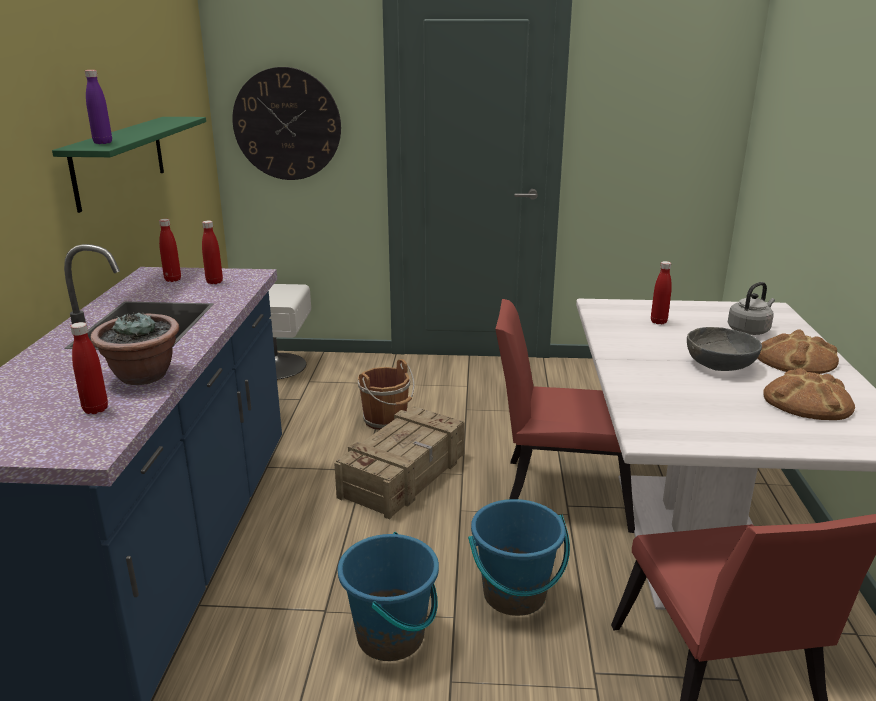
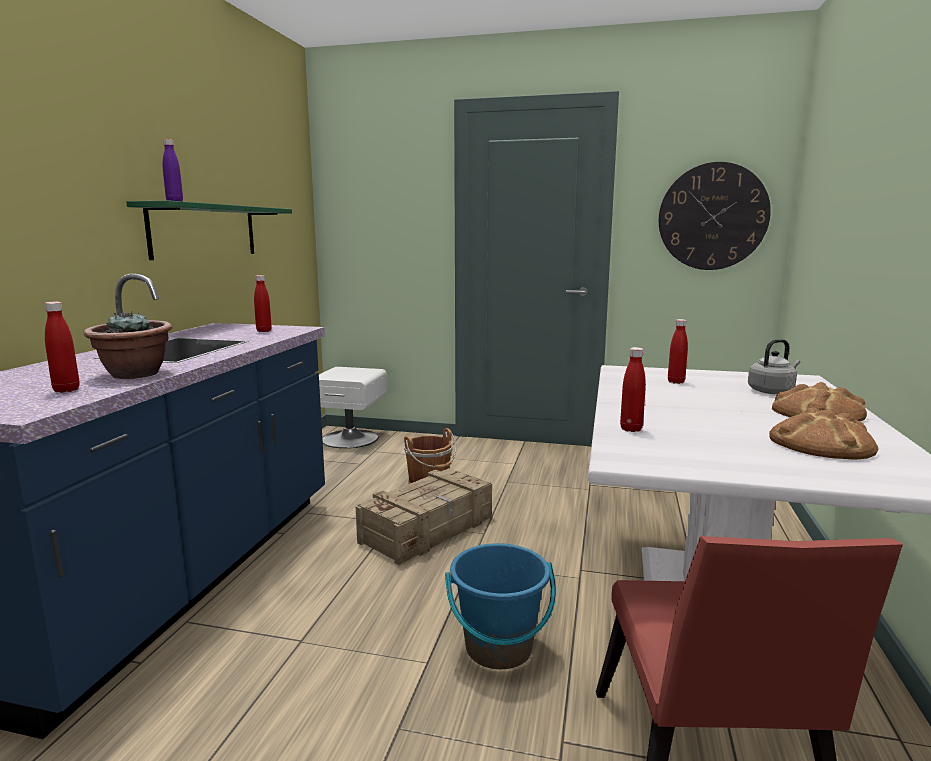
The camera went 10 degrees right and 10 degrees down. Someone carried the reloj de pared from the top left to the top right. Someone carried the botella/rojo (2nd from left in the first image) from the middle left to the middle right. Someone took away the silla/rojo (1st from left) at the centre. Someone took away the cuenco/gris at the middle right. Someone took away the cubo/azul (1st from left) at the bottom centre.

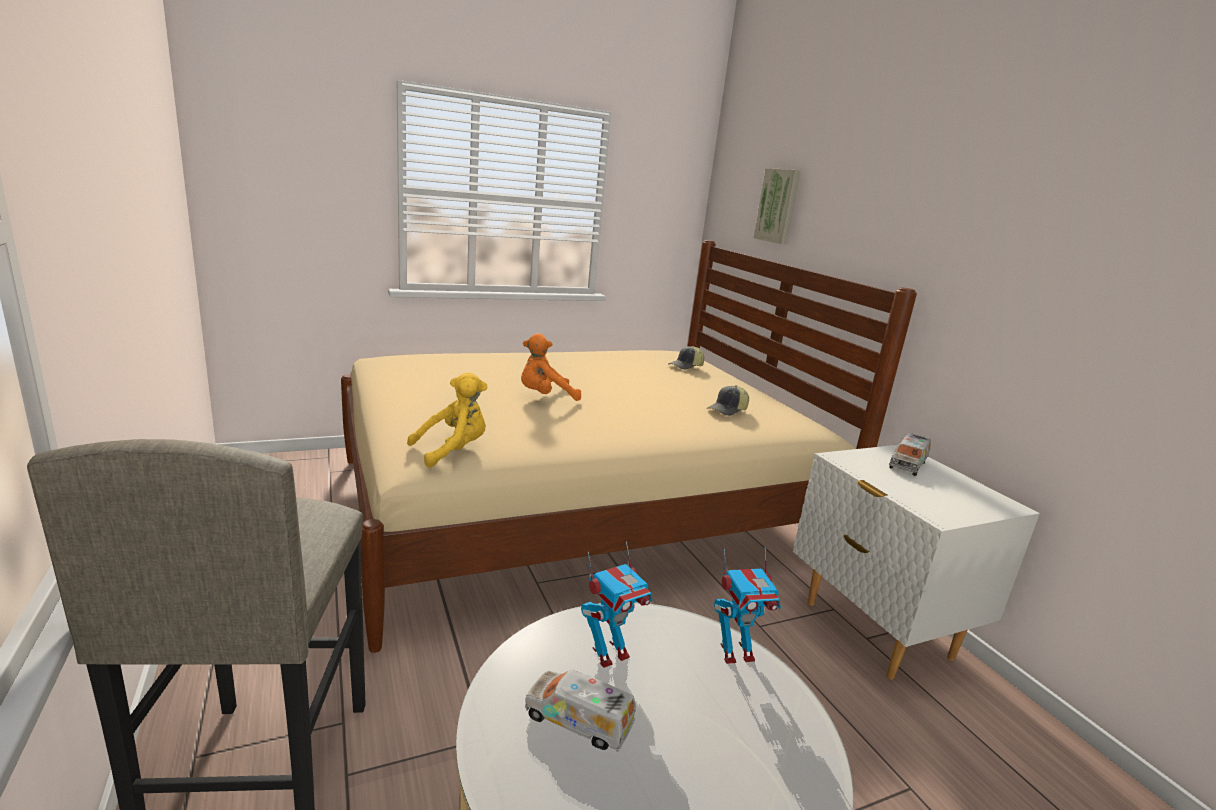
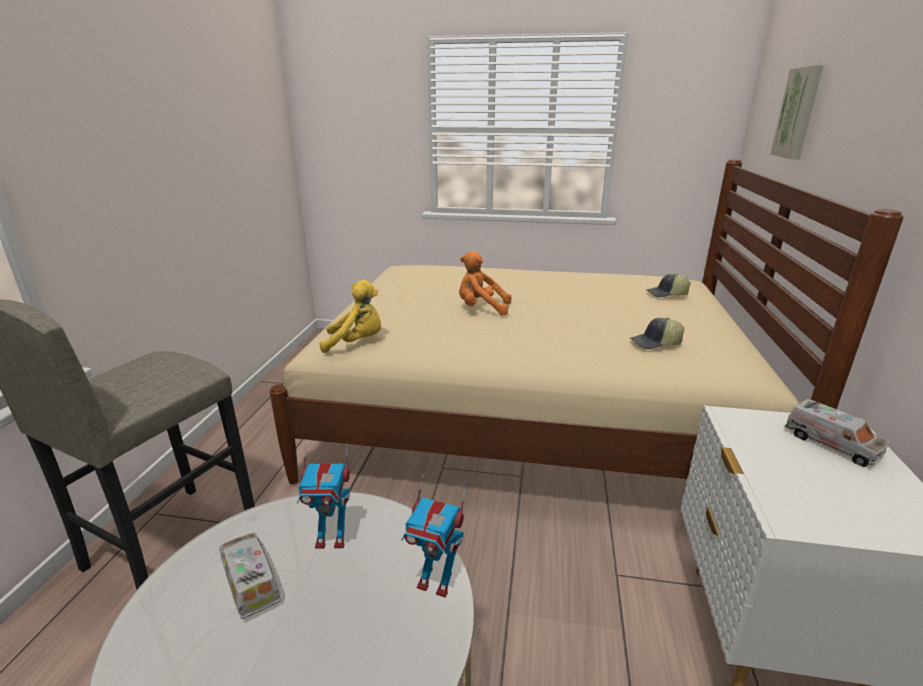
The camera went 35 degrees right and 5 degrees up. Someone rotated the camión de juguete (2nd from left) at the middle right by 105 degrees counterclockwise.

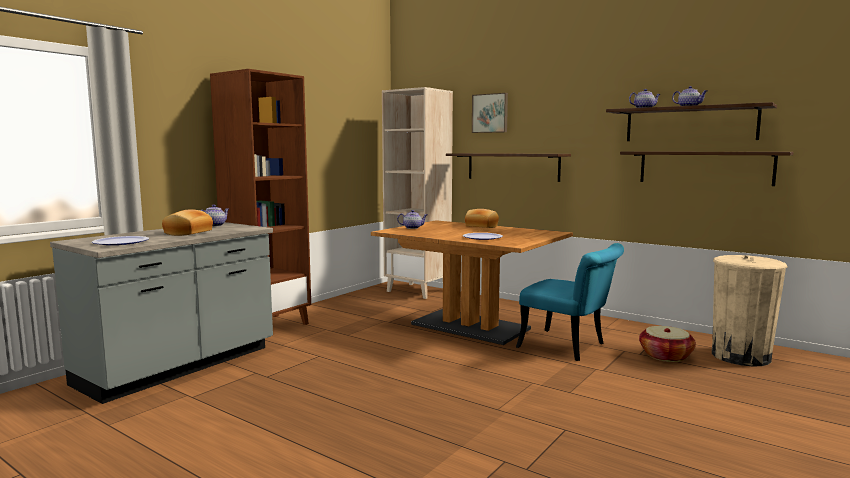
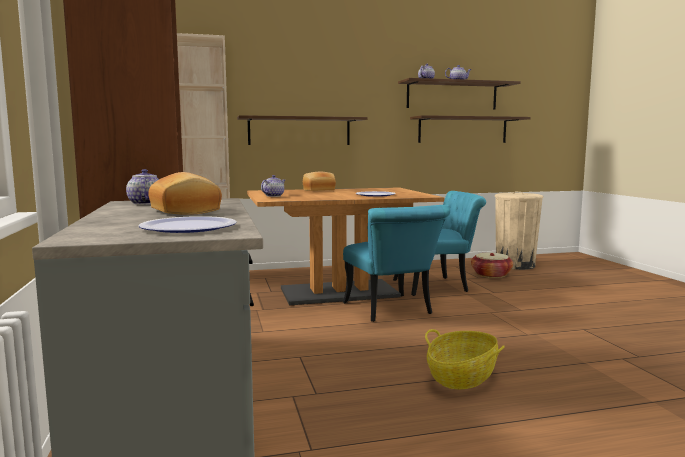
The camera went 50 degrees left and 0 degrees up. Someone took away the cuadro at the top centre. Someone put down the silla/turquesa (1st from left) at the centre. Someone put down the cesta (1st from left) at the bottom right.

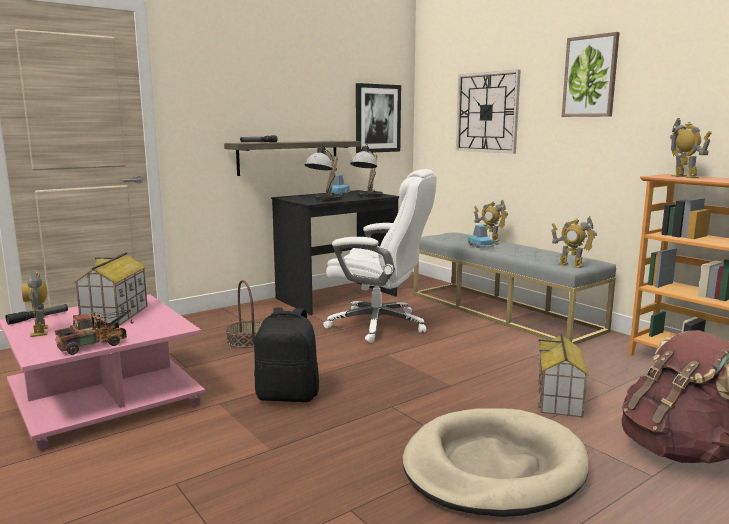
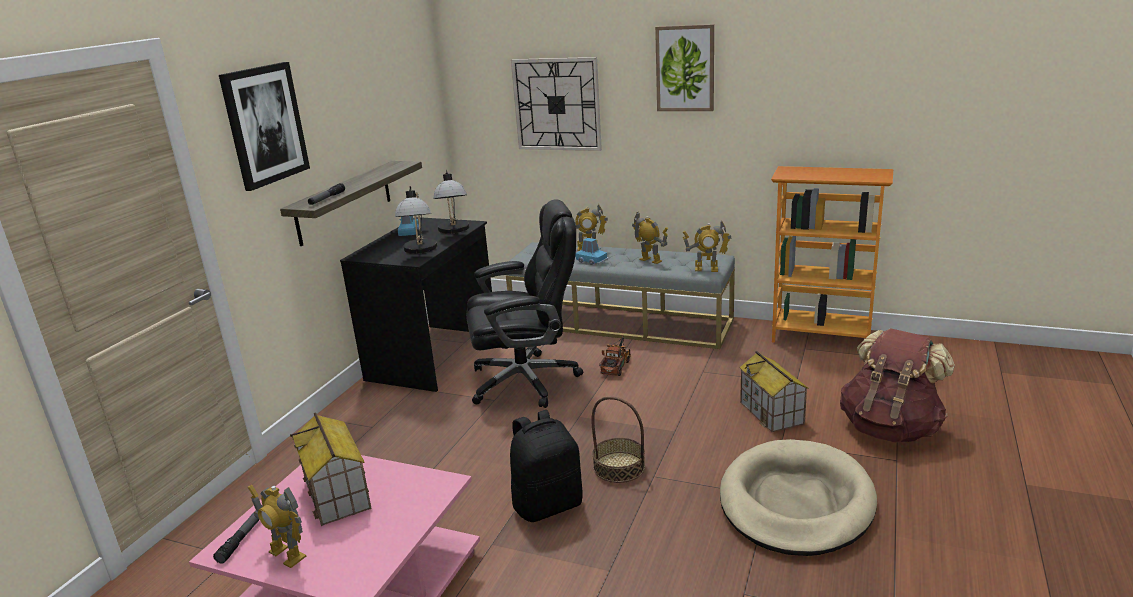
The camera went 30 degrees left and 10 degrees up. Someone carried the cuadro (1st from left) from the top centre to the top left. Someone carried the robot de juguete (4th from left in the first image) from the top right to the centre. Someone repainted the silla de oficina/blanco at the centre, which became the silla de oficina/negro at the centre. Someone carried the cesta from the centre to the bottom centre. Someone carried the camión de juguete from the middle left to the centre.

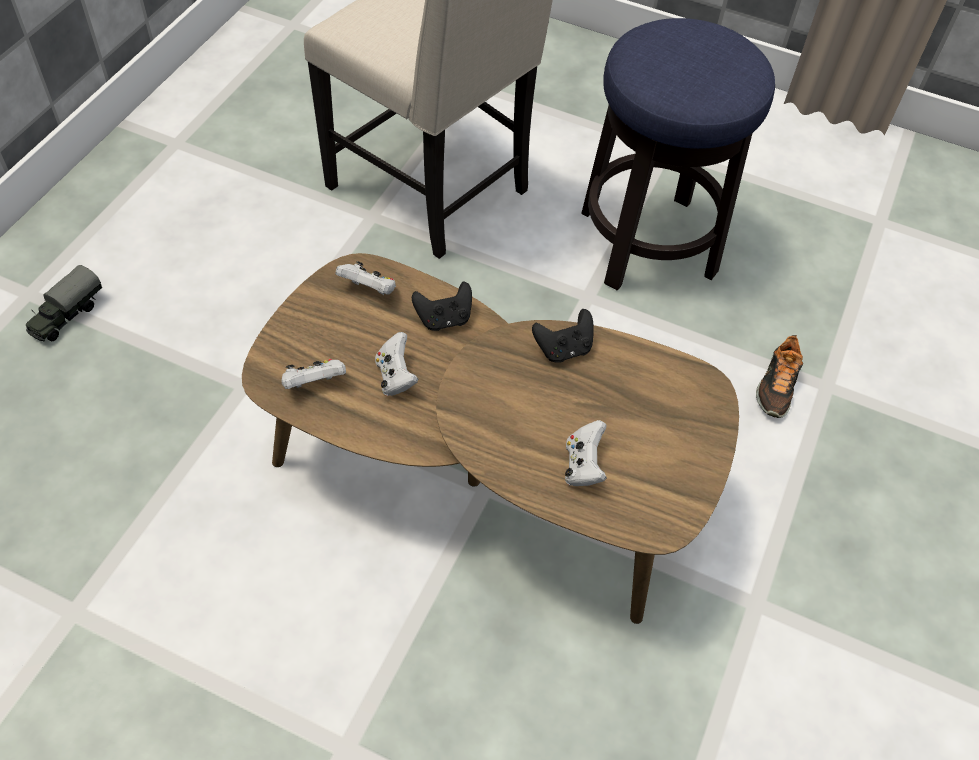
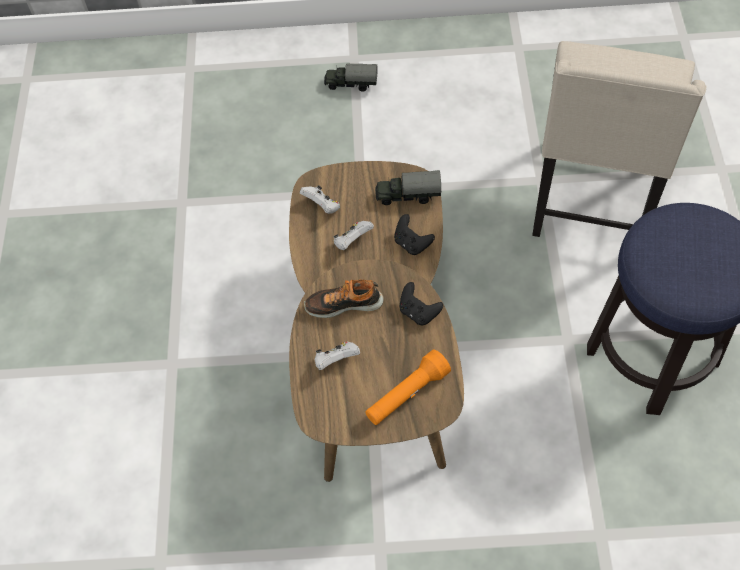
The camera went 70 degrees right and 5 degrees up. Someone swapped the mando de consola/blanco (2nd from left) at the centre for the camión de juguete (2nd from left) at the top centre. Someone carried the zapato from the middle right to the centre. Someone put down the linterna/naranja at the bottom centre.

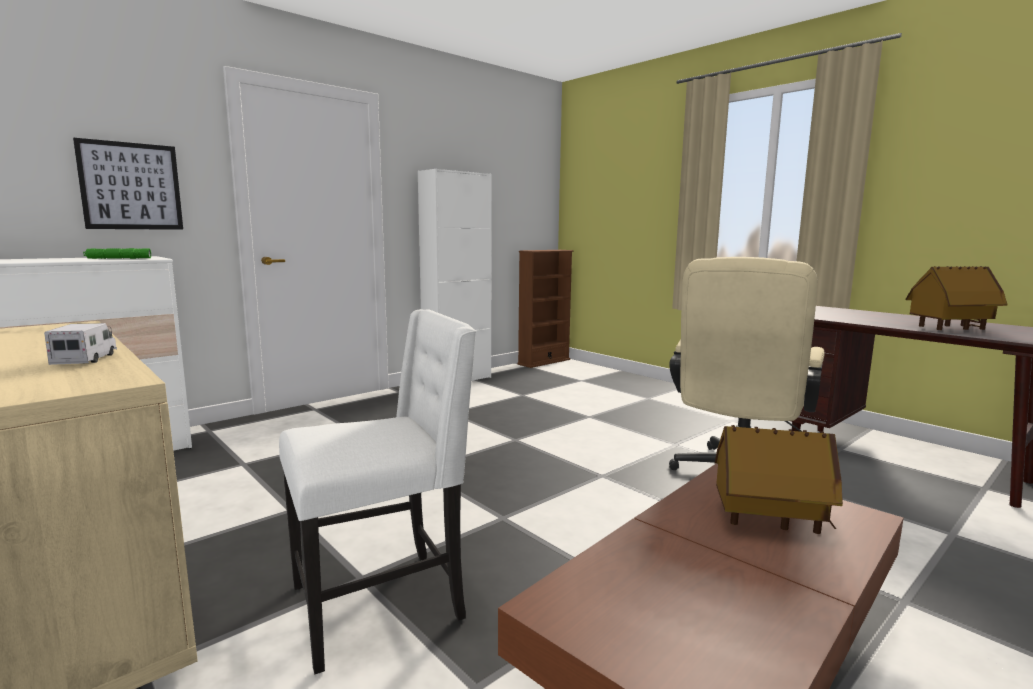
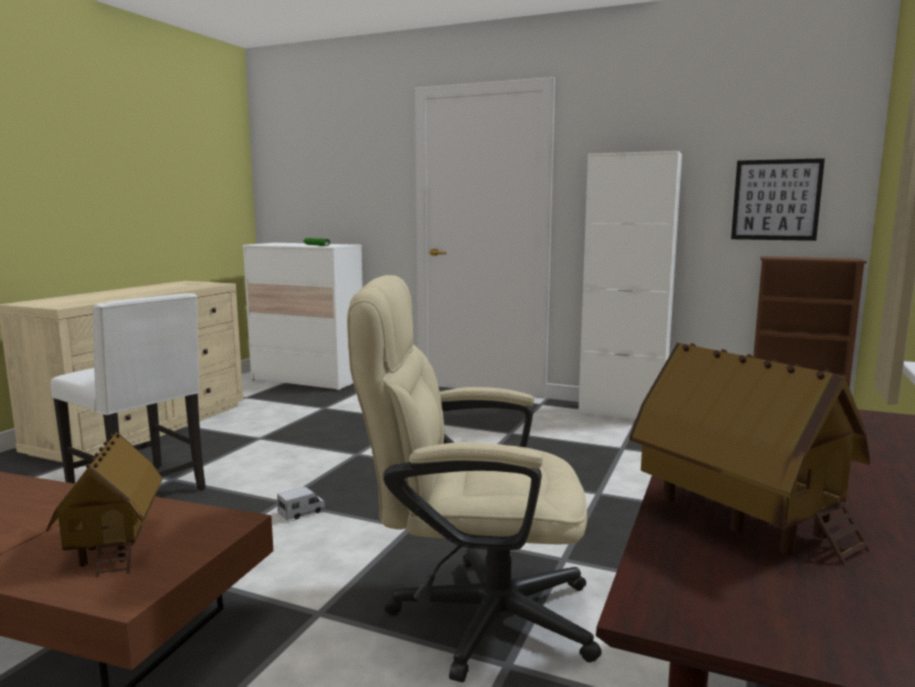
The camera went 65 degrees right and 0 degrees up. Someone carried the cuadro from the top left to the top right. Someone carried the camión de juguete from the middle left to the bottom left.

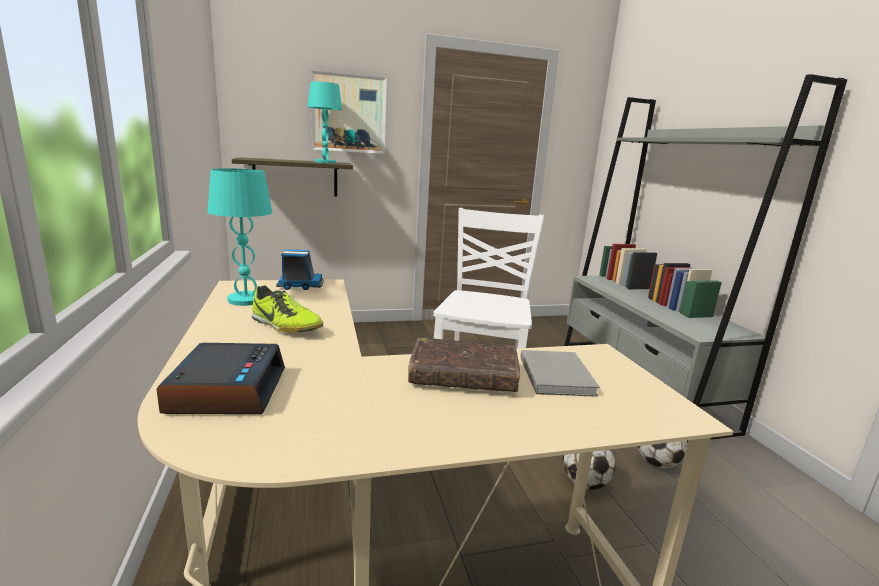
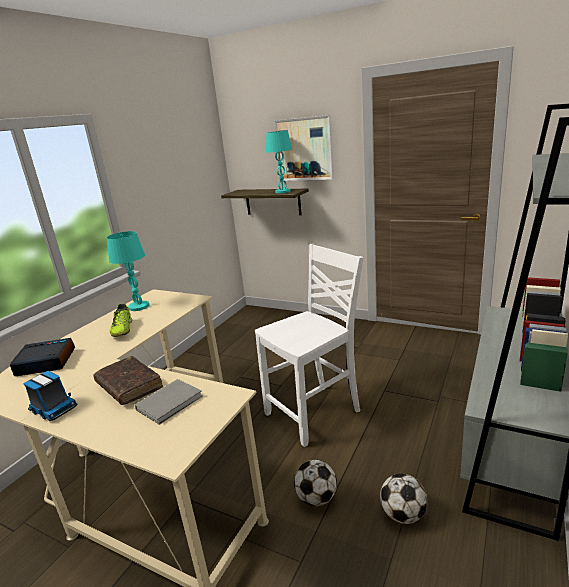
The camera went 45 degrees right and 5 degrees up. Someone carried the camión de juguete from the centre to the bottom left. Someone rotated the despertador at the middle left by 135 degrees counterclockwise.

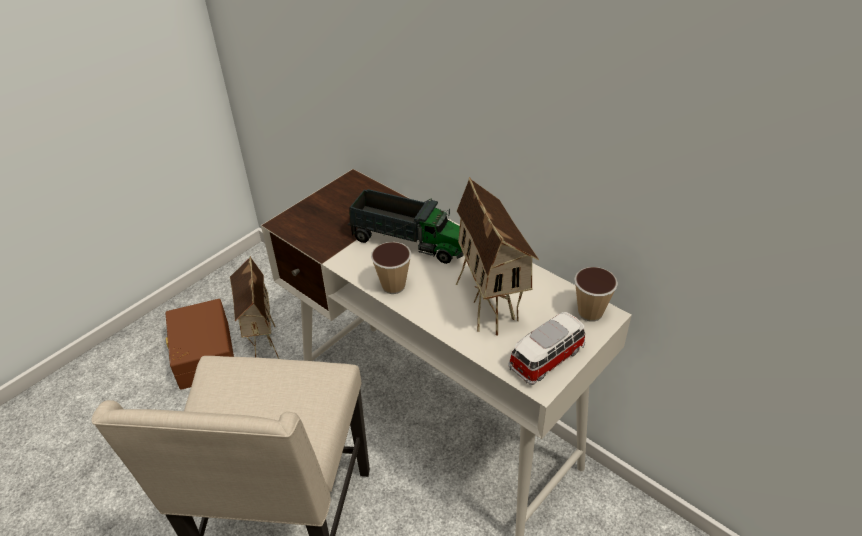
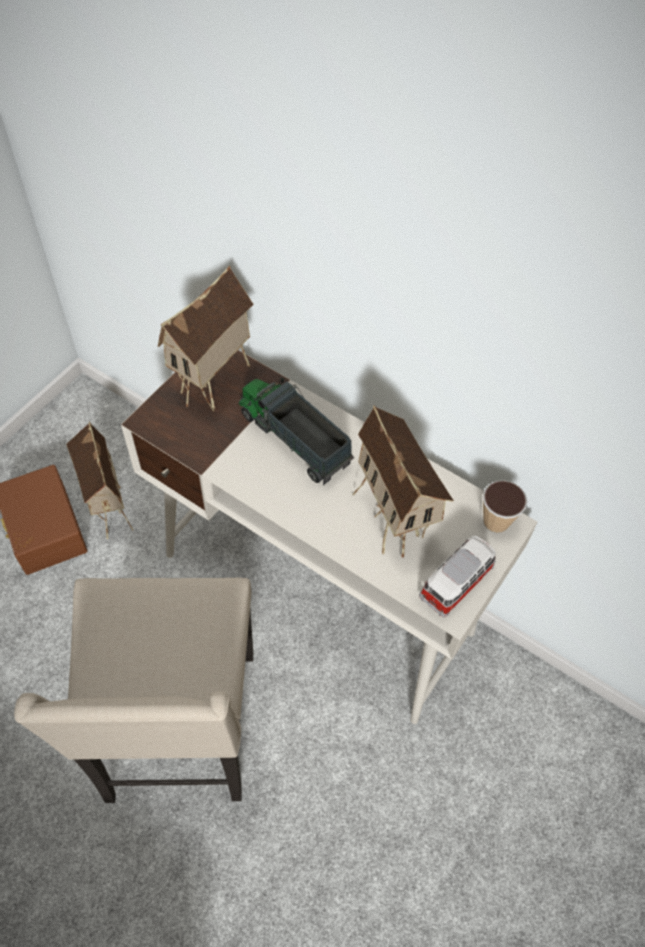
The camera went 10 degrees left and 15 degrees up. Someone rotated the camión de juguete at the centre by 150 degrees counterclockwise. Someone took away the taza (1st from left) at the centre. Someone put down the casita (2nd from left) at the middle left.

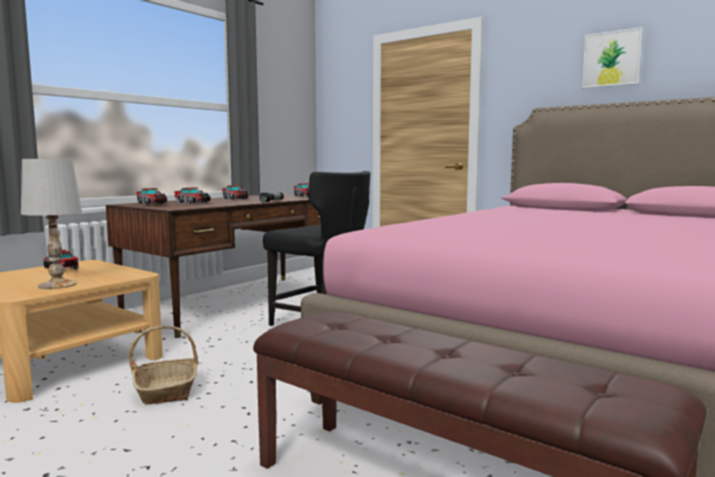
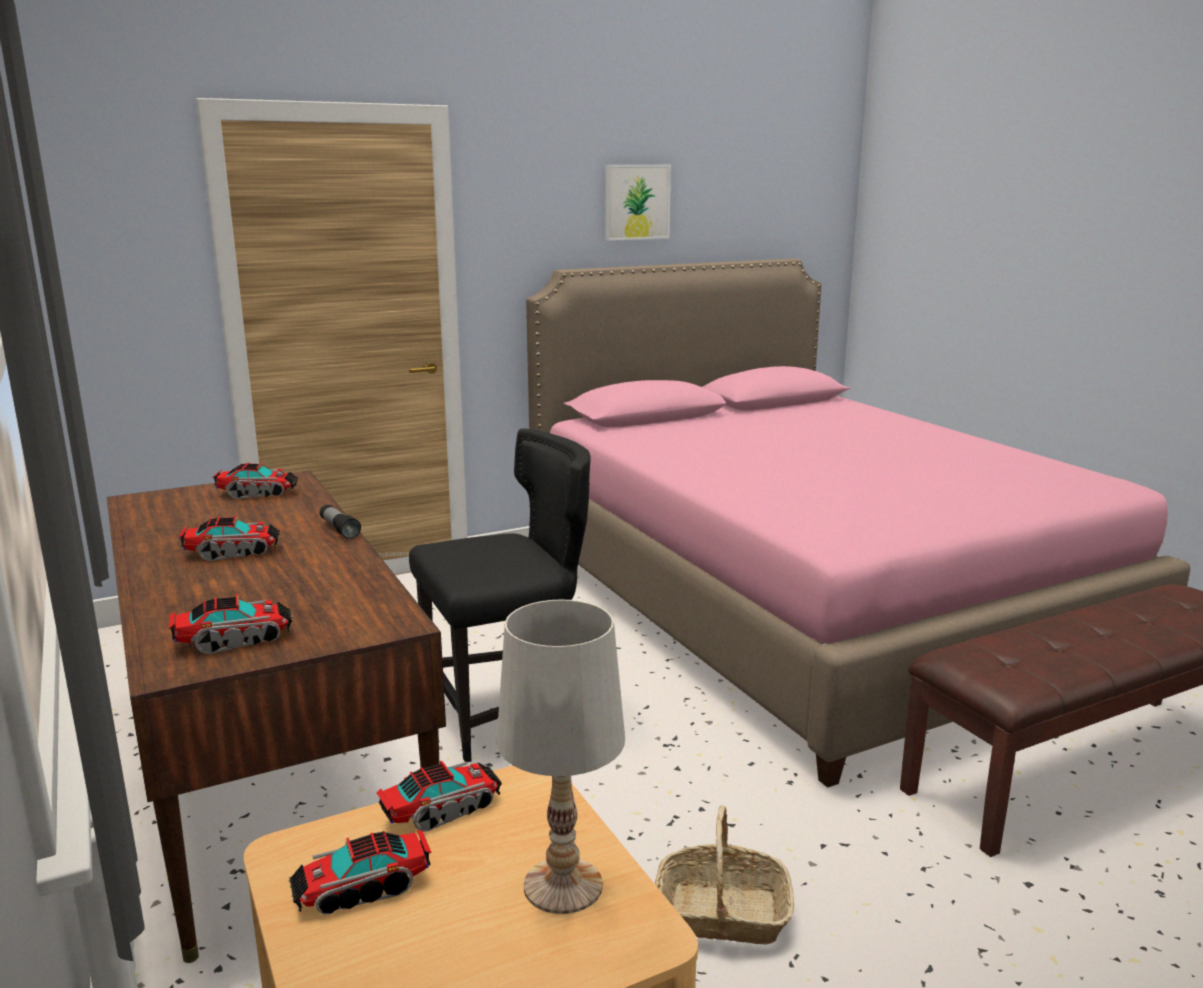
The camera went 65 degrees left and 10 degrees up. Someone carried the camión de juguete (3rd from left in the first image) from the middle left to the bottom centre.

